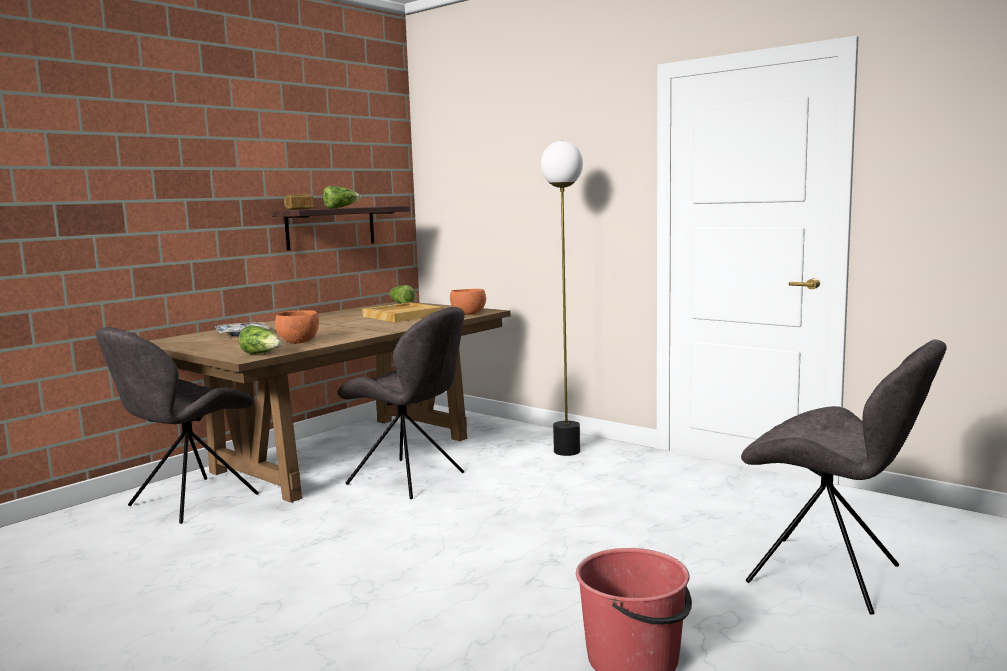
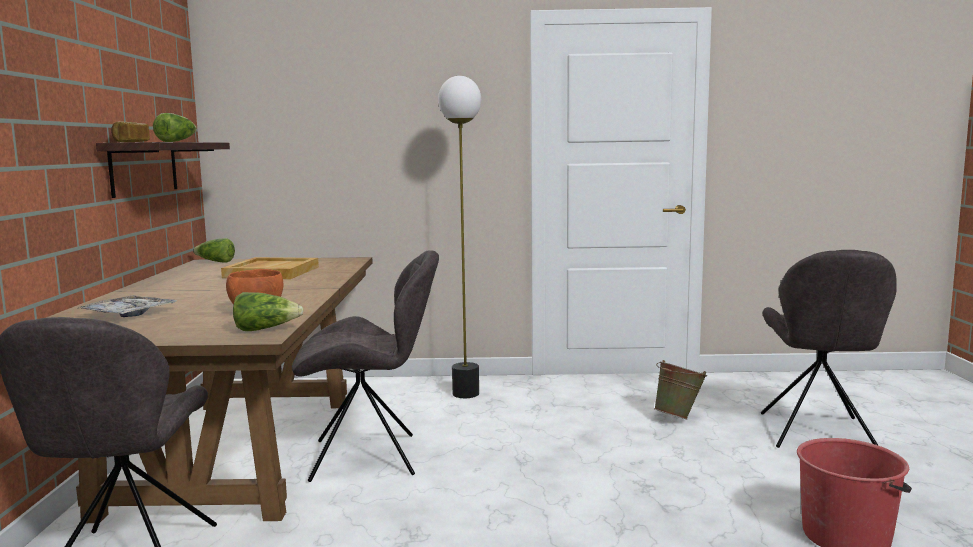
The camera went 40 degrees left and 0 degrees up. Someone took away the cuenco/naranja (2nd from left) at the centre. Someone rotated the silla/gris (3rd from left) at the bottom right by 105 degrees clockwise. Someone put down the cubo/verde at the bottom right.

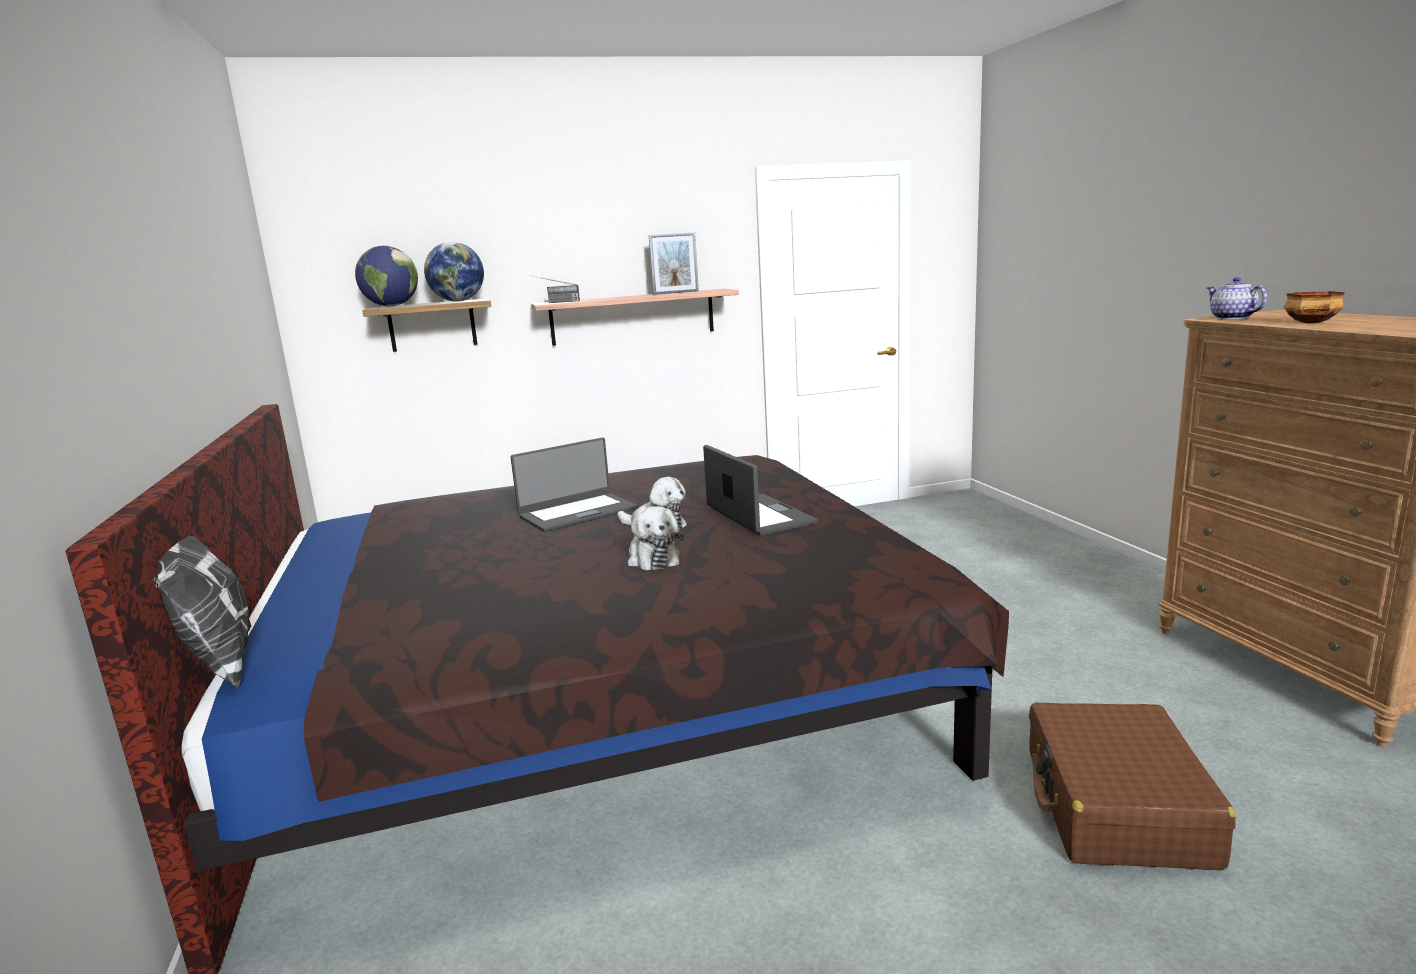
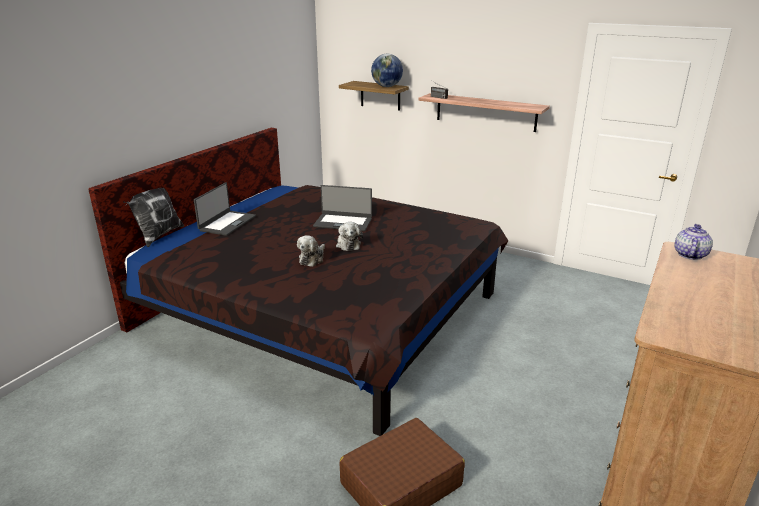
The camera went 45 degrees right and 10 degrees up. Someone took away the portarretratos at the top centre. Someone took away the globo terráqueo (1st from left) at the top left. Someone took away the cuenco at the top right. Someone carried the portátil (2nd from left in the first image) from the centre to the middle left.

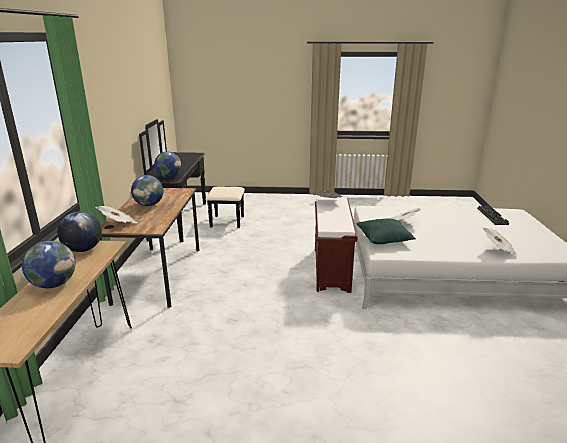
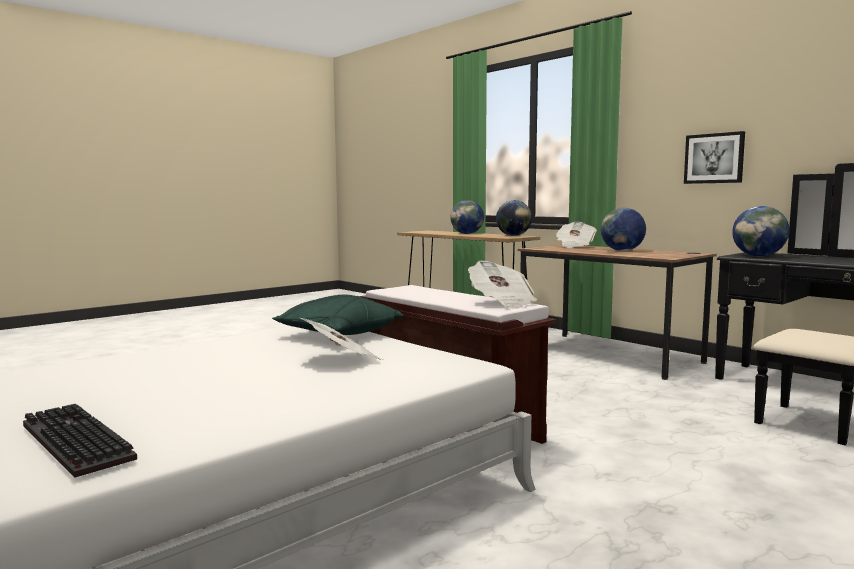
The camera went 135 degrees right and 15 degrees down. Someone took away the periódico (4th from left) at the middle right. Someone put up the cuadro at the top right.

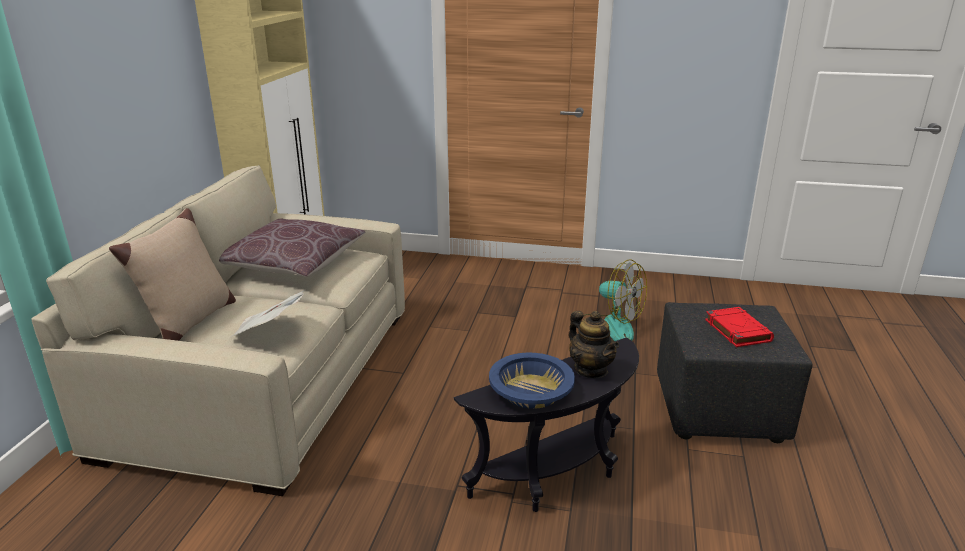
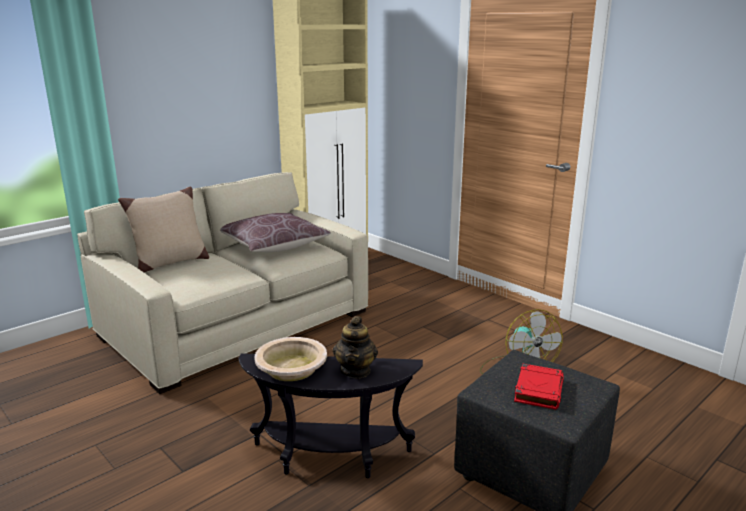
The camera went 35 degrees right and 5 degrees down. Someone took away the periódico at the middle left. Someone repainted the cuenco/azul at the bottom centre, which became the cuenco/beis at the bottom centre.

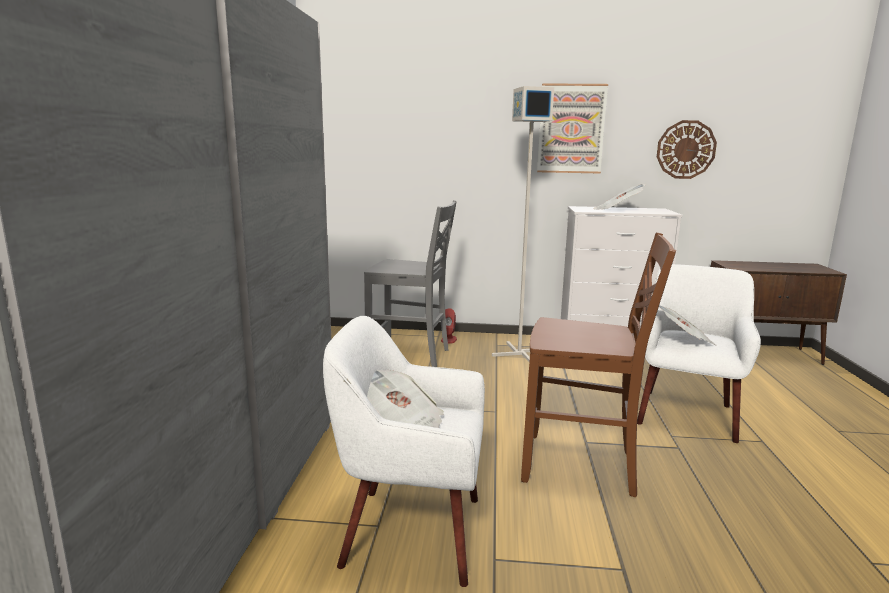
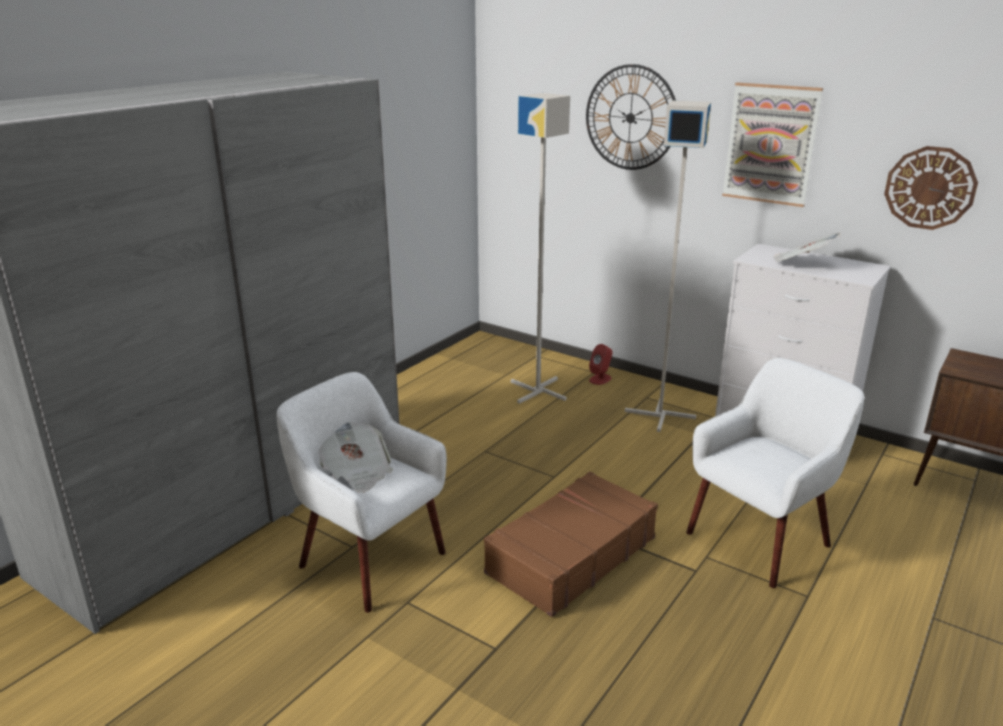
The camera went 30 degrees right and 10 degrees up. Someone swapped the silla/gris at the centre for the lámpara de pie/gris (1st from left) at the centre. Someone swapped the silla/marrón at the middle right for the maleta/marrón at the bottom centre. Someone took away the periódico (3rd from left) at the middle right. Someone put up the reloj de pared (1st from left) at the top centre.

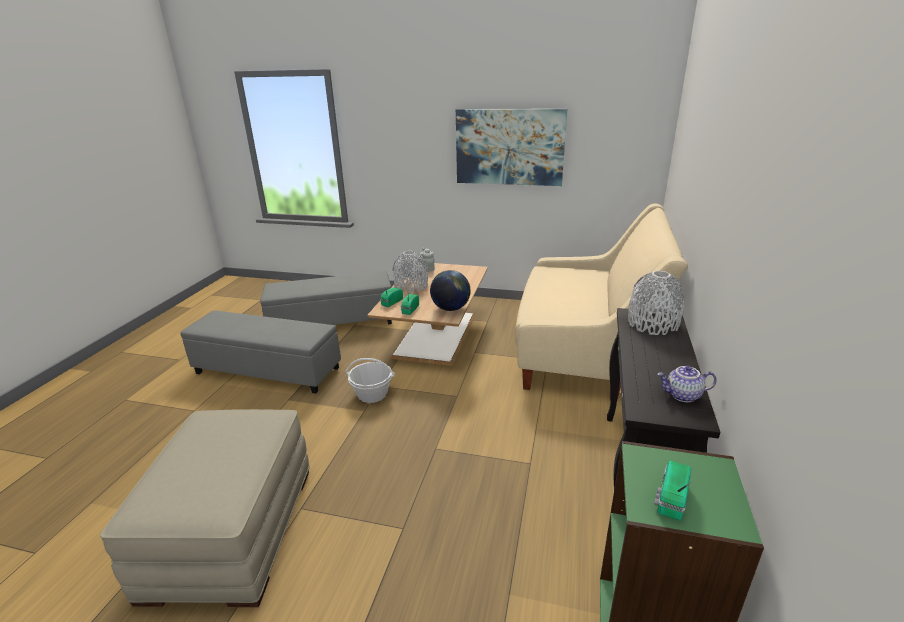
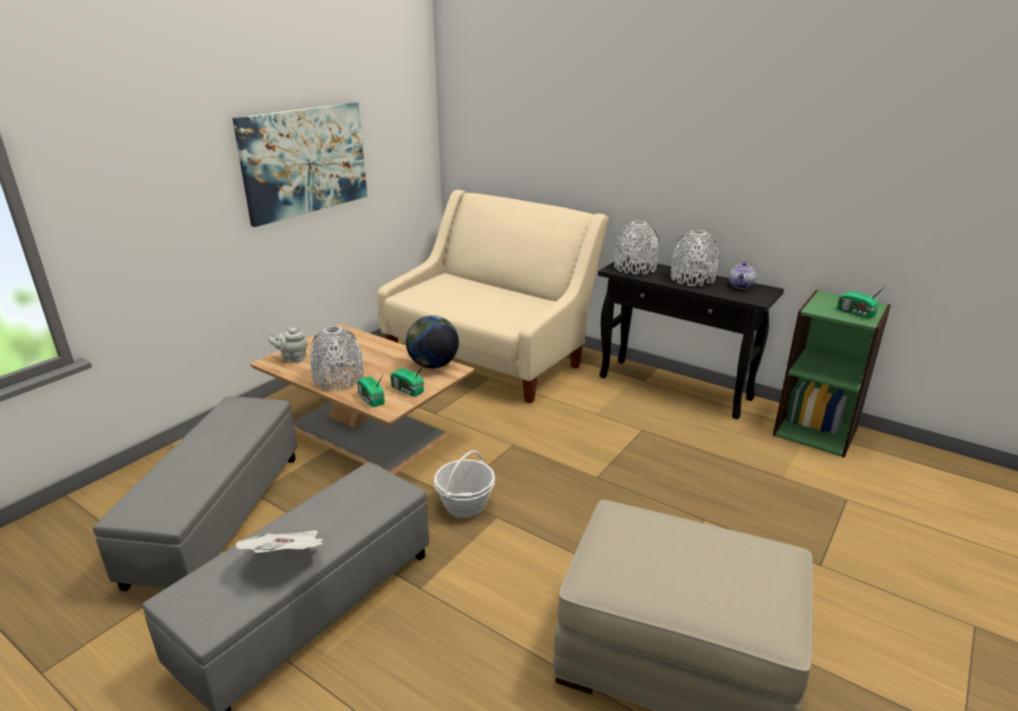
The camera went 70 degrees left and 0 degrees up. Someone put down the florero/gris (3rd from left) at the middle right. Someone put down the periódico at the bottom left.

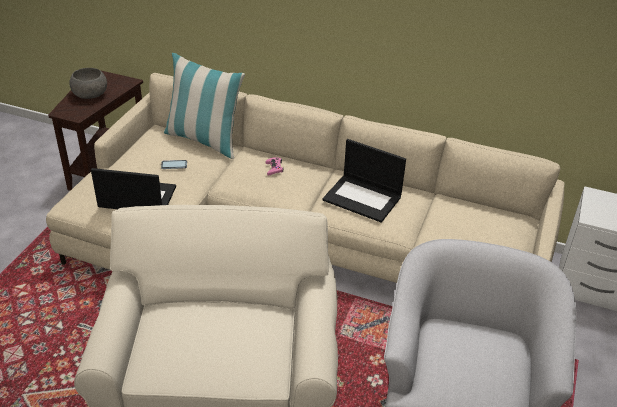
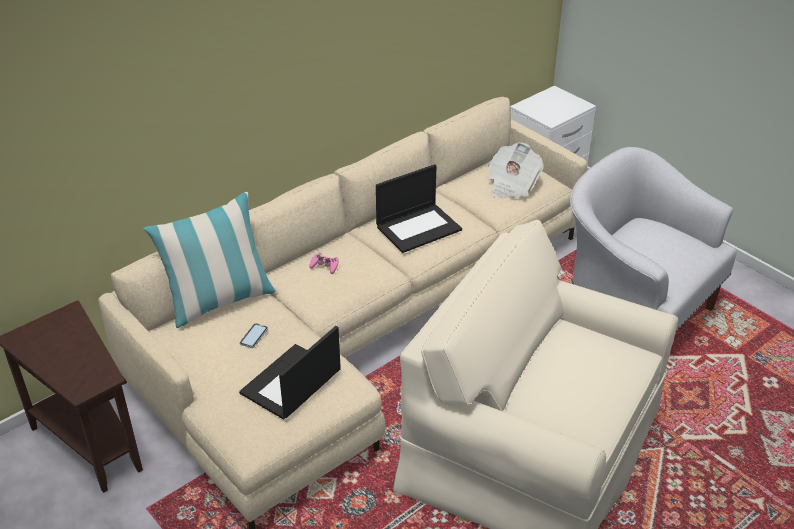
The camera went 60 degrees left and 0 degrees up. Someone took away the cuenco/gris at the top left. Someone put down the periódico at the top centre.

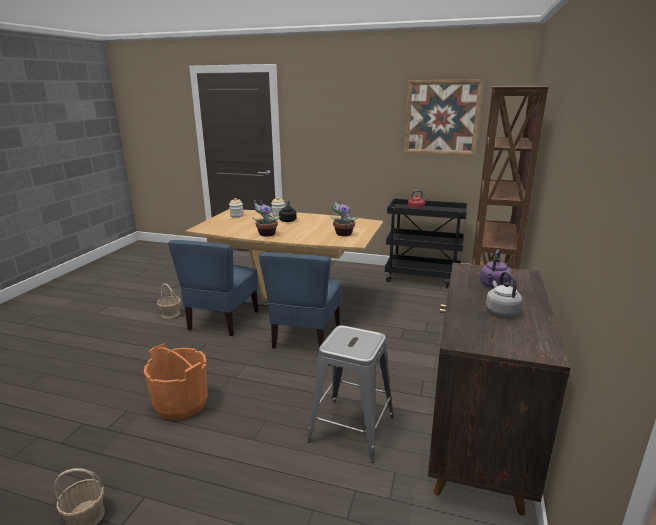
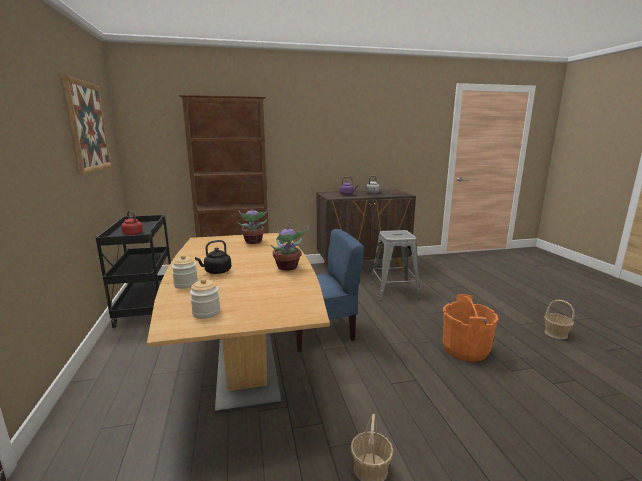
The camera went 120 degrees left and 5 degrees down. Someone took away the silla/azul (1st from left) at the middle left.

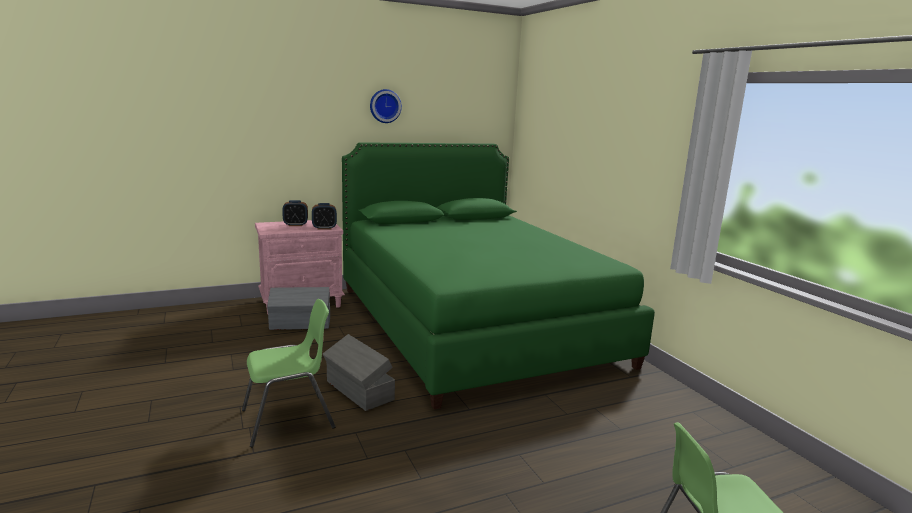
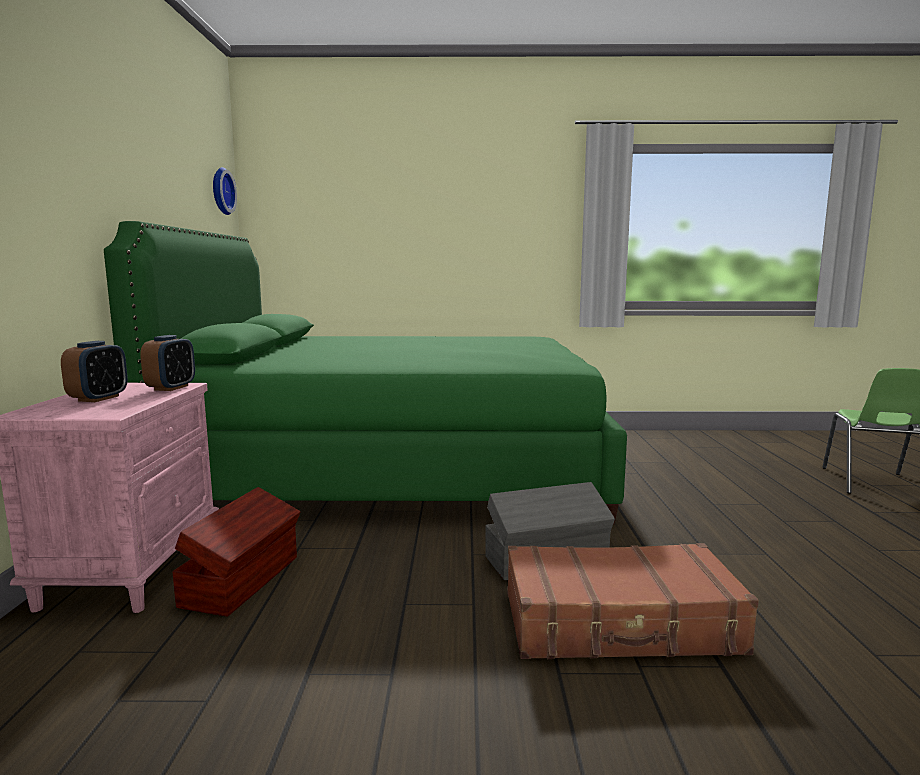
The camera went 65 degrees left and 5 degrees down. Someone carried the reloj de pared from the top centre to the top left. Someone repainted the caja de almacenaje/gris (1st from left) at the middle left, which became the caja de almacenaje/marrón at the bottom left. Someone swapped the silla/verde (1st from left) at the bottom left for the maleta/marrón at the bottom right.

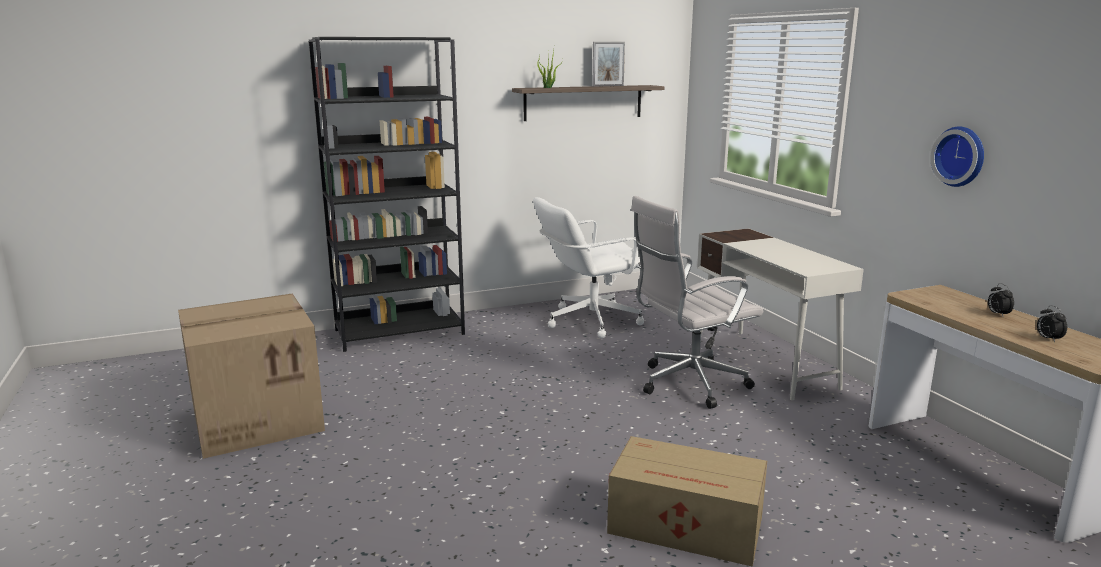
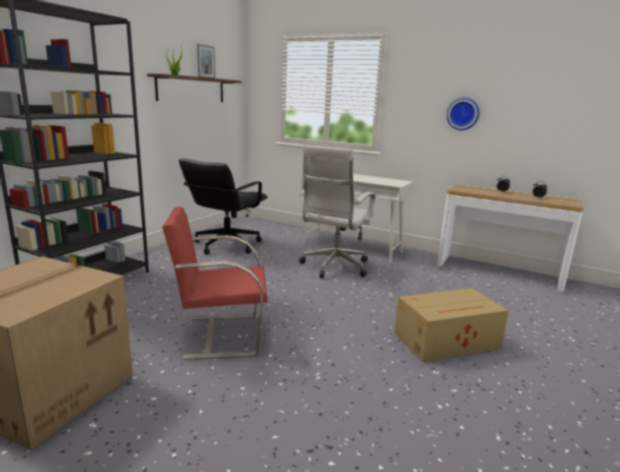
The camera went 40 degrees left and 0 degrees up. Someone repainted the silla de oficina/blanco (1st from left) at the centre, which became the silla de oficina/negro at the centre. Someone put down the silla/rojo at the centre.

